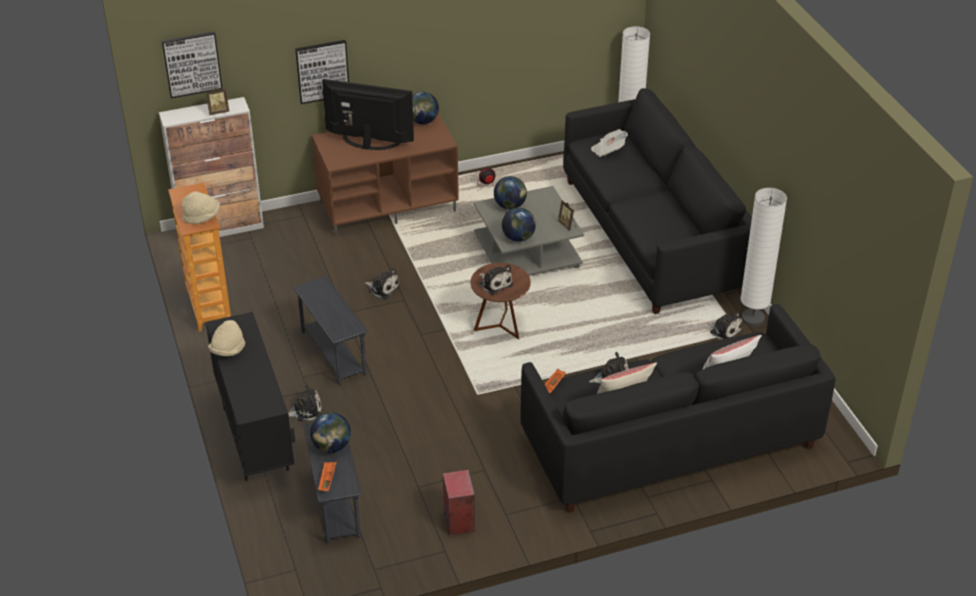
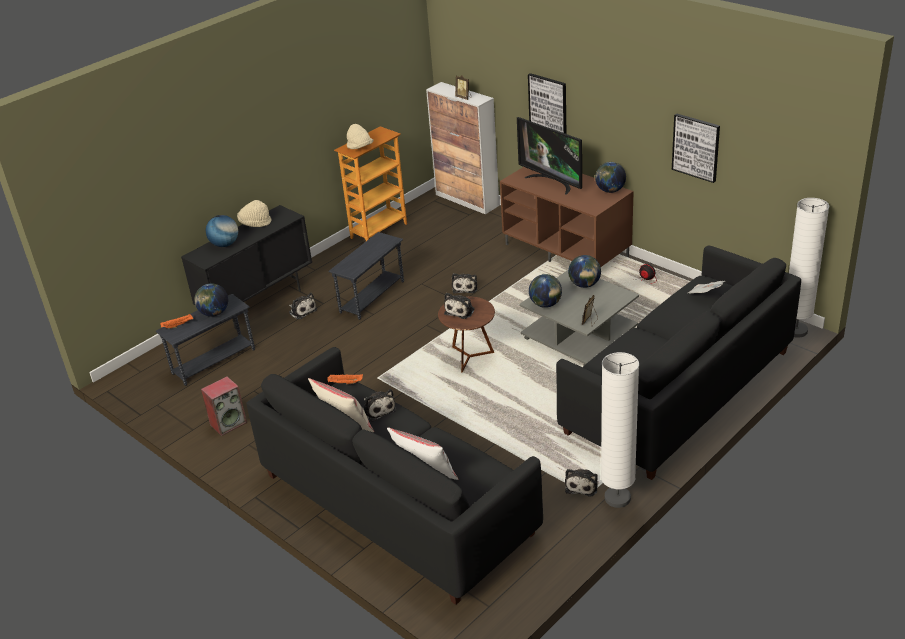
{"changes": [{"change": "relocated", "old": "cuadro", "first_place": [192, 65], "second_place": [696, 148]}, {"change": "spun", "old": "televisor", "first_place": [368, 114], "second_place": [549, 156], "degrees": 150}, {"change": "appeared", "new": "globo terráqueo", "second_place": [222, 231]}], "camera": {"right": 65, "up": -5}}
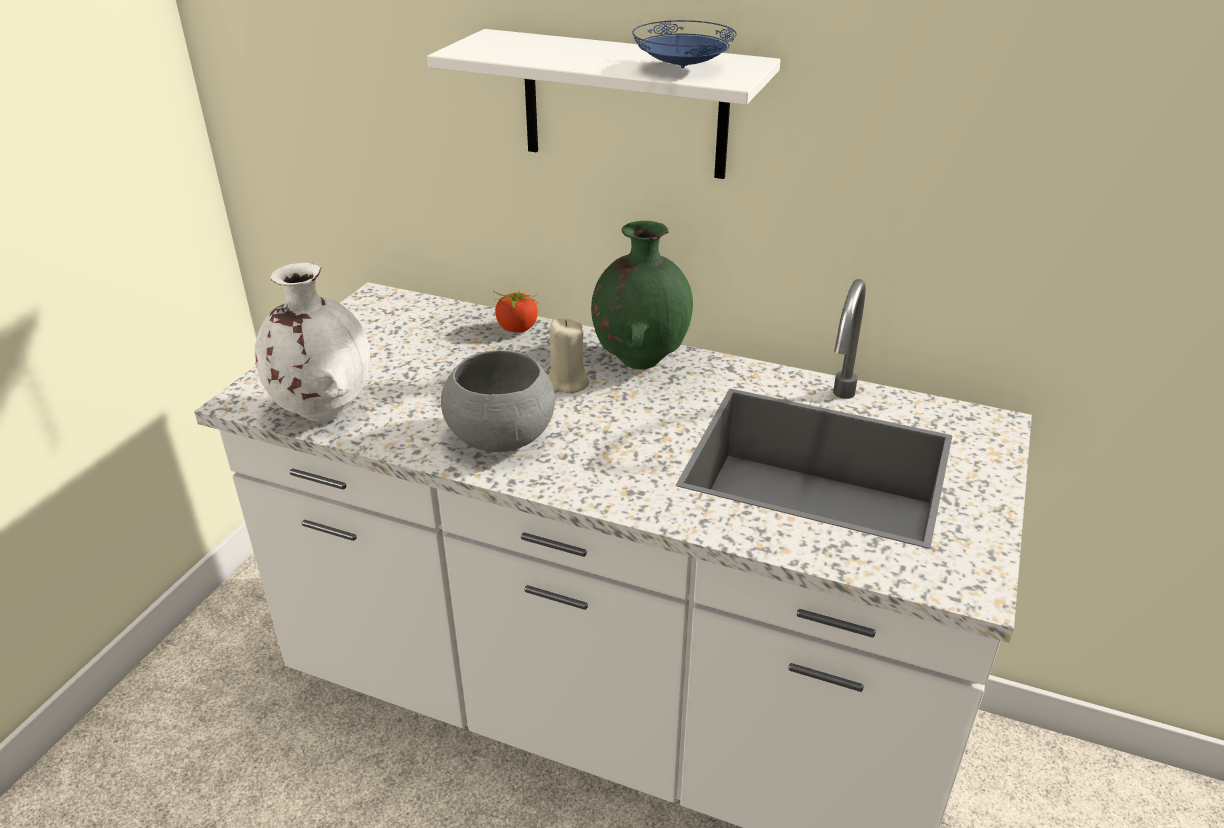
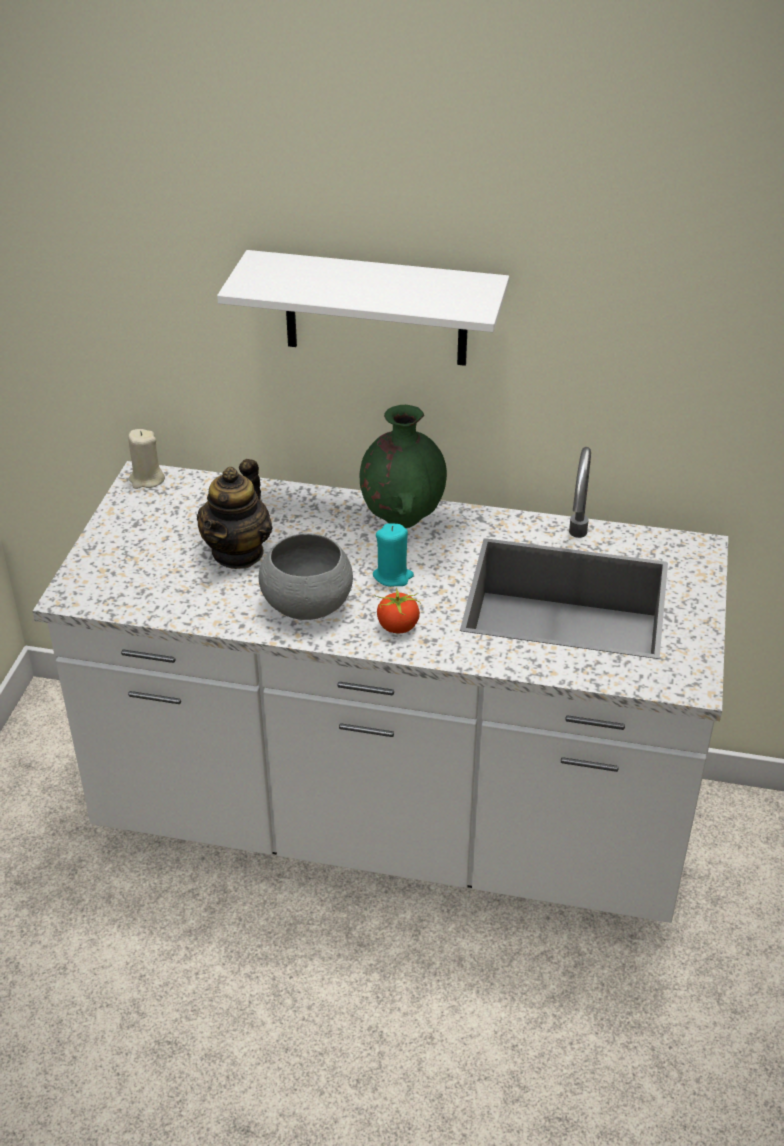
{"changes": [{"change": "missing", "old": "florero (blanco)", "first_place": [312, 342]}, {"change": "relocated", "old": "tomate", "first_place": [516, 311], "second_place": [397, 610]}, {"change": "relocated", "old": "vela (beis)", "first_place": [568, 355], "second_place": [146, 459]}, {"change": "missing", "old": "plato (azul)", "first_place": [684, 44]}, {"change": "appeared", "new": "tetera", "second_place": [235, 514]}, {"change": "appeared", "new": "vela (turquesa)", "second_place": [393, 555]}], "camera": {"right": -10, "up": 5}}
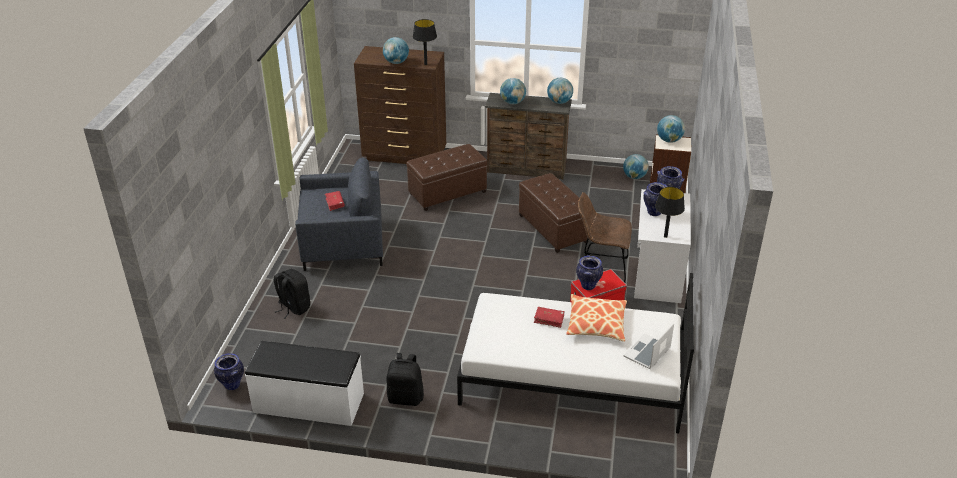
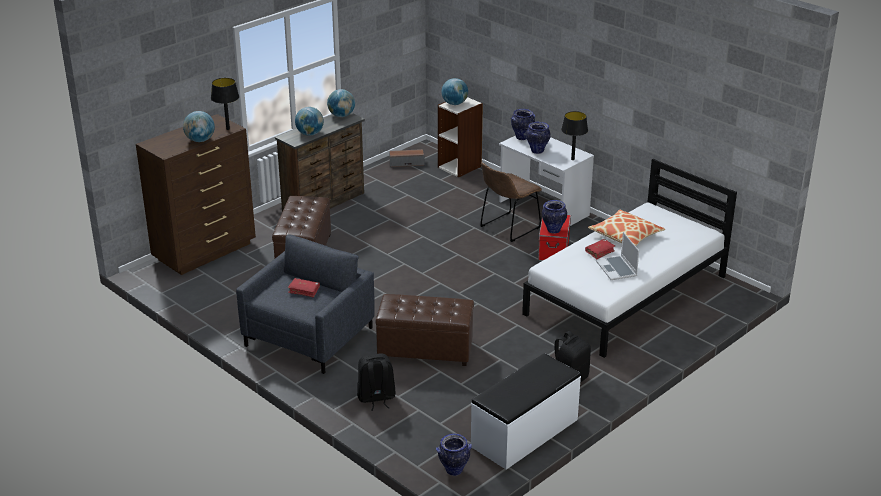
{"changes": [{"change": "relocated", "old": "puf (marrón)", "first_place": [554, 213], "second_place": [425, 330]}, {"change": "exchanged", "old": "globo terráqueo", "new": "altavoz", "first_place": [636, 166], "second_place": [406, 158]}, {"change": "relocated", "old": "portátil", "first_place": [648, 346], "second_place": [617, 256]}], "camera": {"right": -55, "up": -5}}
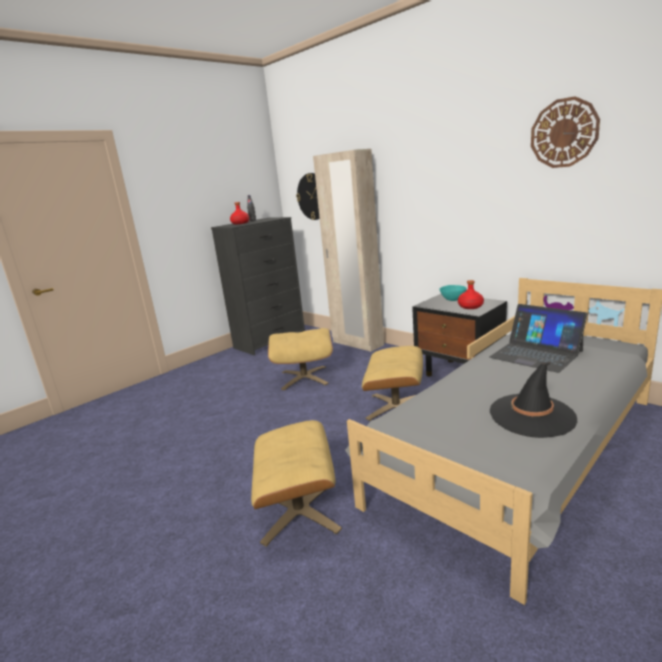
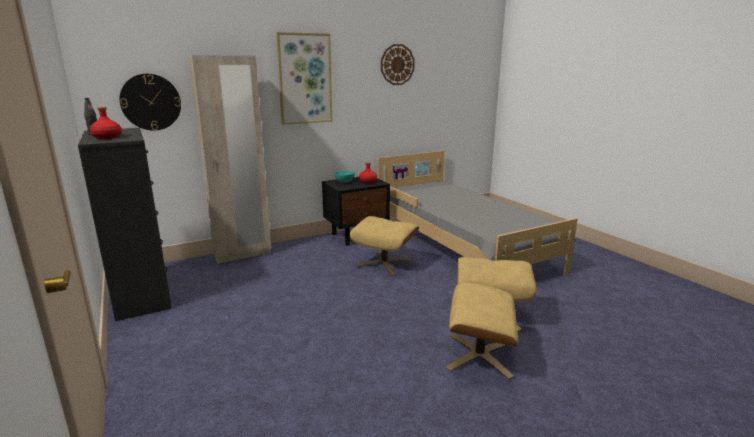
{"changes": [{"change": "relocated", "old": "puf (beis)", "first_place": [300, 359], "second_place": [482, 331]}, {"change": "missing", "old": "portátil", "first_place": [538, 338]}, {"change": "missing", "old": "sombrero (negro)", "first_place": [533, 400]}, {"change": "appeared", "new": "cuadro", "second_place": [304, 78]}], "camera": {"right": -75, "up": 0}}
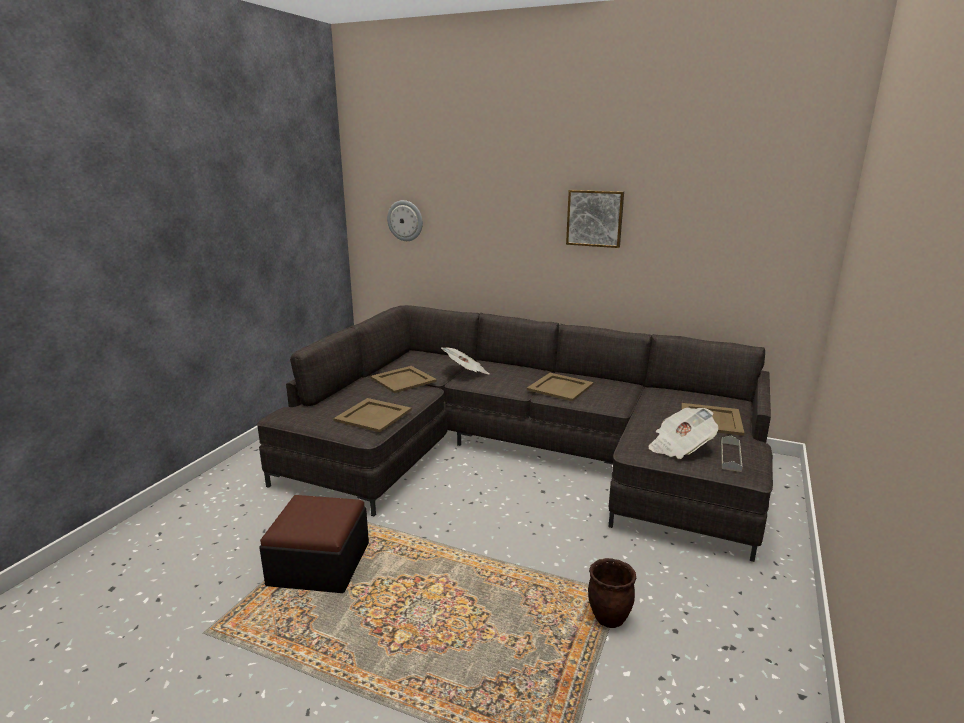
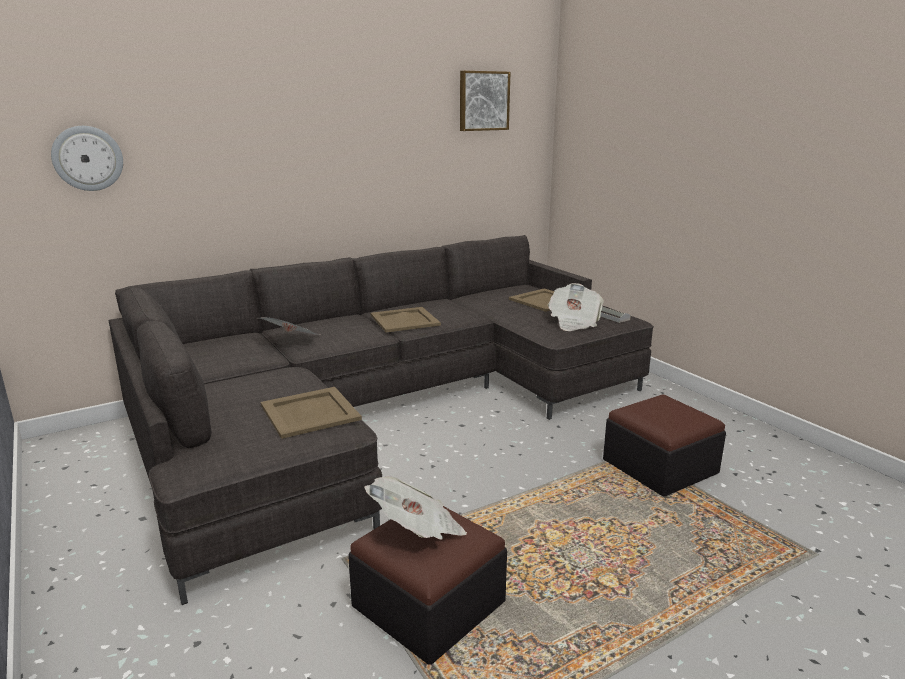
{"changes": [{"change": "missing", "old": "bandeja (beis)", "first_place": [403, 379]}, {"change": "relocated", "old": "cuadro", "first_place": [595, 219], "second_place": [485, 101]}, {"change": "exchanged", "old": "maceta (marrón)", "new": "puf", "first_place": [612, 593], "second_place": [664, 445]}, {"change": "appeared", "new": "periódico", "second_place": [415, 508]}], "camera": {"right": -55, "up": 0}}
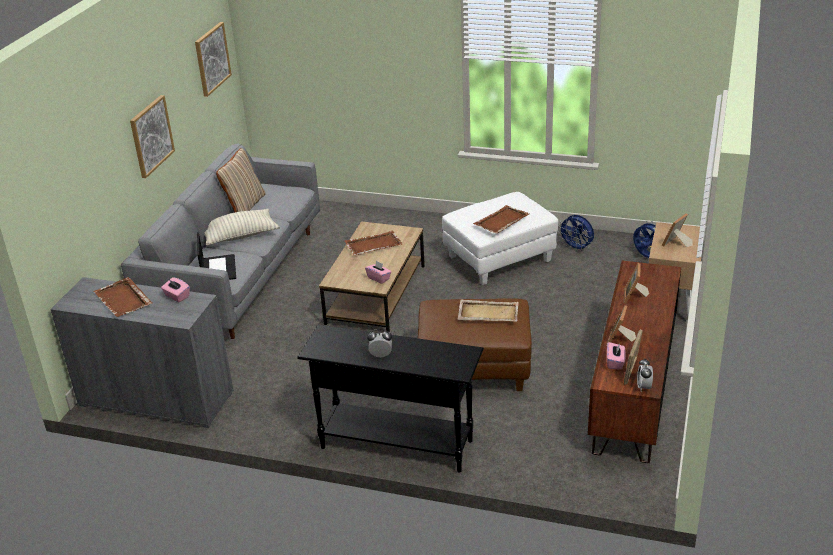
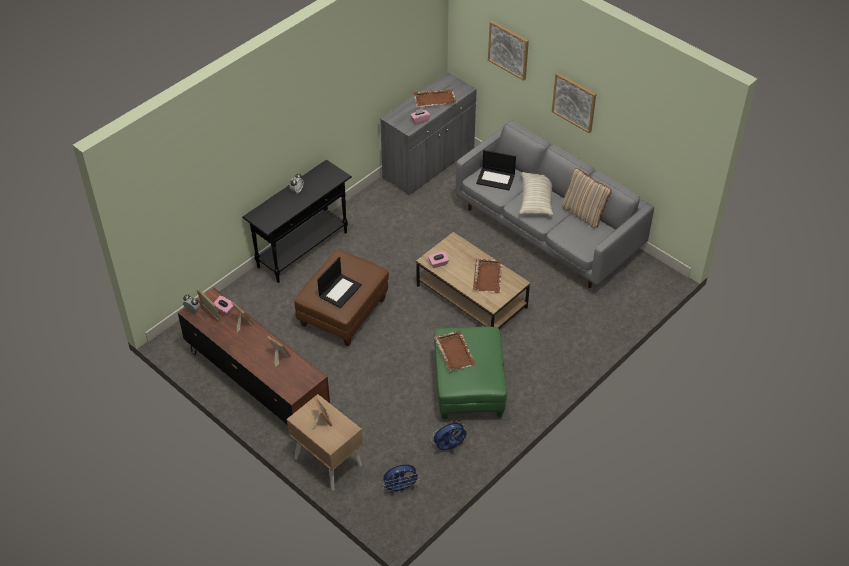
{"changes": [{"change": "relocated", "old": "cuadro", "first_place": [213, 59], "second_place": [508, 51]}, {"change": "colour", "old": "puf (blanco)", "new": "puf (verde)", "first_place": [500, 238], "second_place": [470, 372]}, {"change": "exchanged", "old": "bandeja (beis)", "new": "portátil", "first_place": [488, 311], "second_place": [339, 282]}], "camera": {"right": 115, "up": 15}}
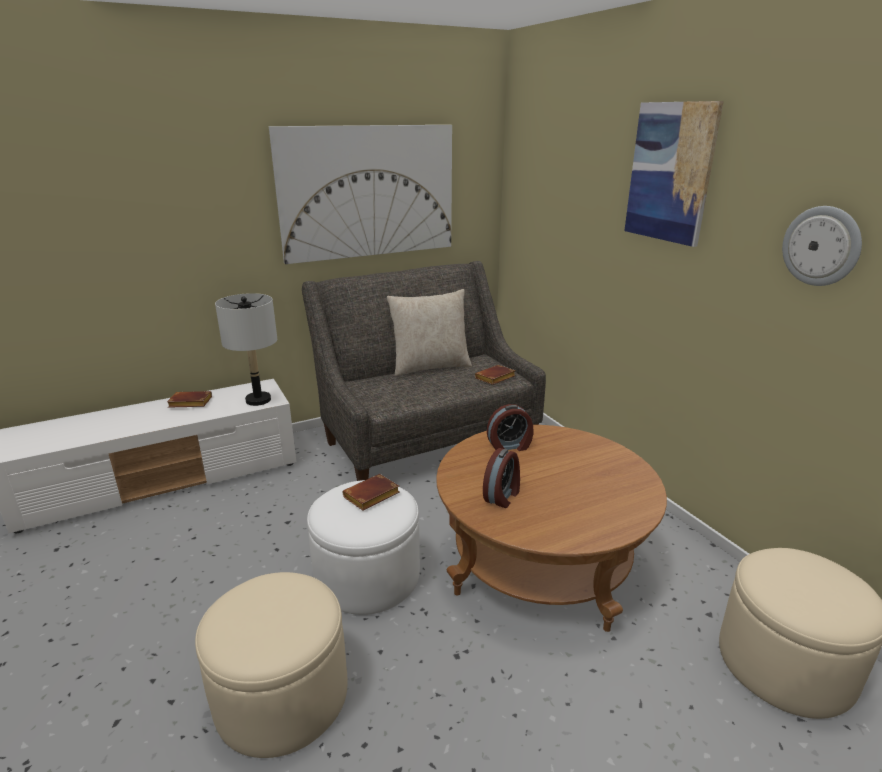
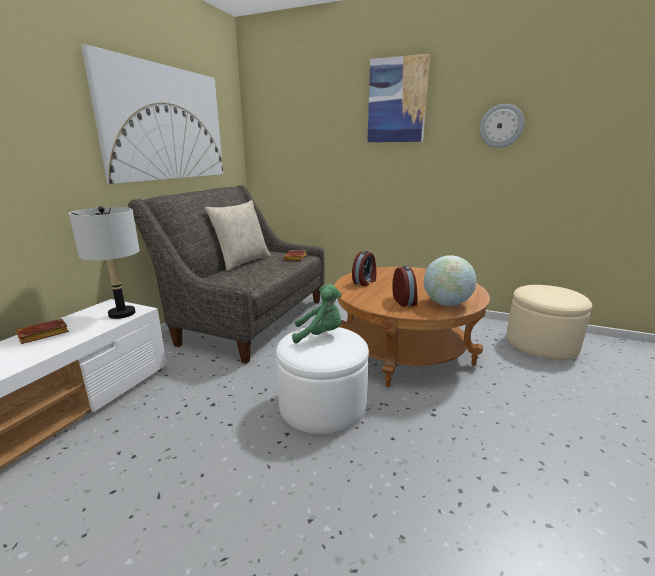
{"changes": [{"change": "missing", "old": "puf (beis)", "first_place": [271, 665]}, {"change": "exchanged", "old": "libro (marrón)", "new": "peluche (verde)", "first_place": [371, 492], "second_place": [317, 313]}, {"change": "appeared", "new": "globo terráqueo", "second_place": [450, 280]}], "camera": {"right": -40, "up": -5}}
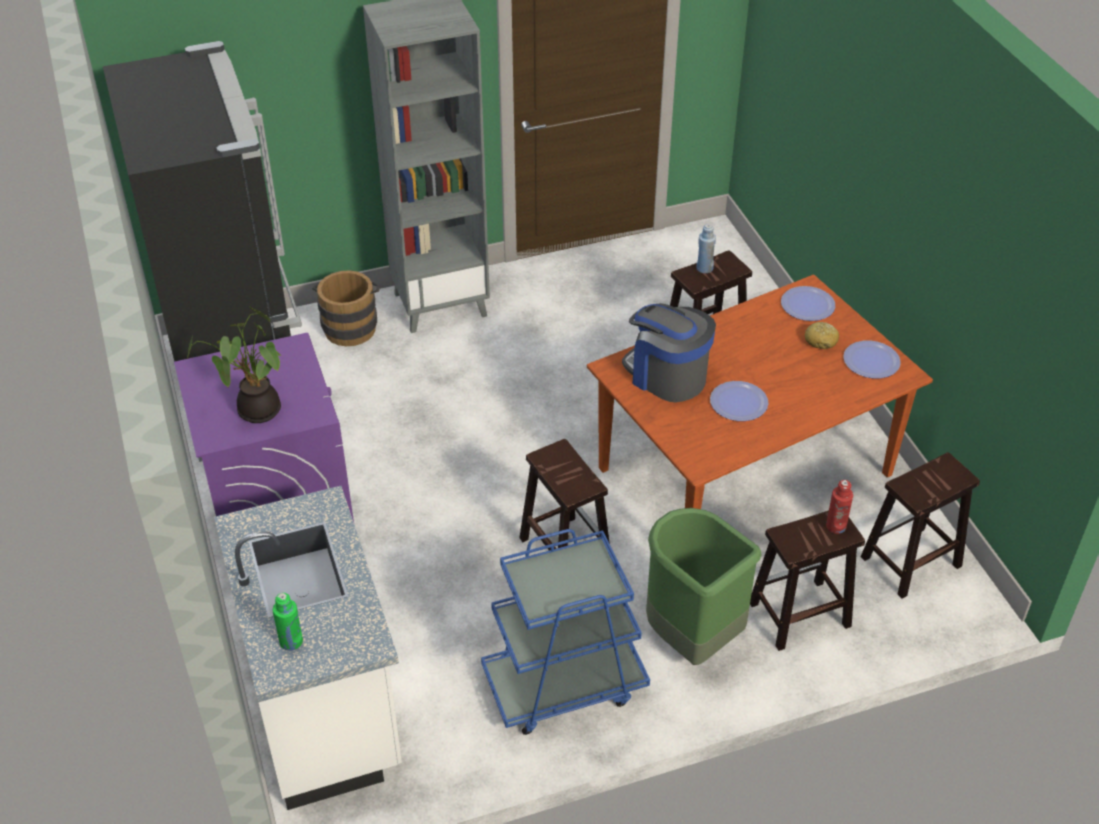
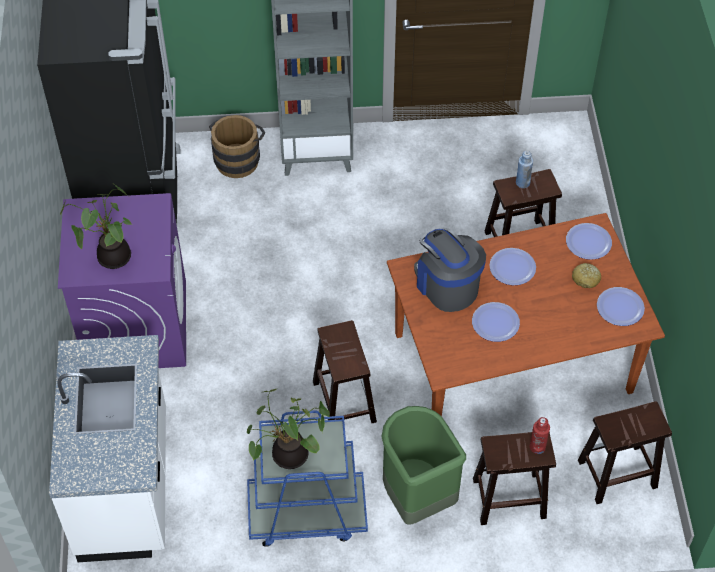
{"changes": [{"change": "missing", "old": "botella (verde)", "first_place": [288, 622]}, {"change": "appeared", "new": "planta en maceta", "second_place": [288, 428]}, {"change": "appeared", "new": "plato", "second_place": [512, 266]}], "camera": {"right": 15, "up": 10}}
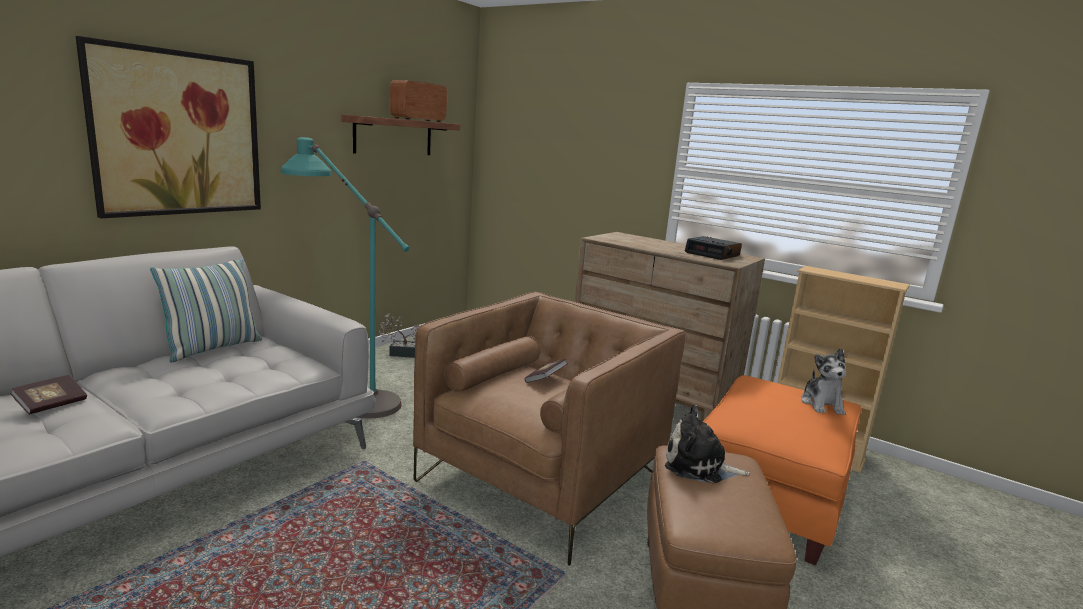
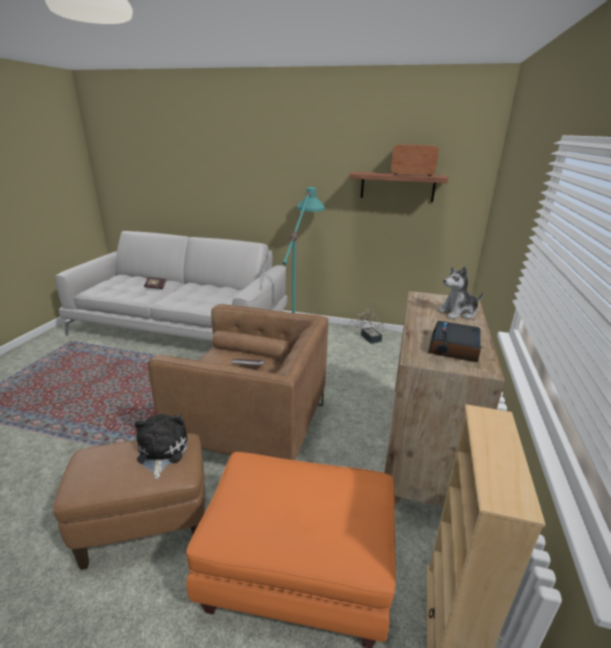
{"changes": [{"change": "missing", "old": "cuadro", "first_place": [168, 127]}, {"change": "missing", "old": "cojín", "first_place": [206, 310]}, {"change": "relocated", "old": "peluche", "first_place": [823, 381], "second_place": [460, 292]}], "camera": {"right": 70, "up": 10}}
